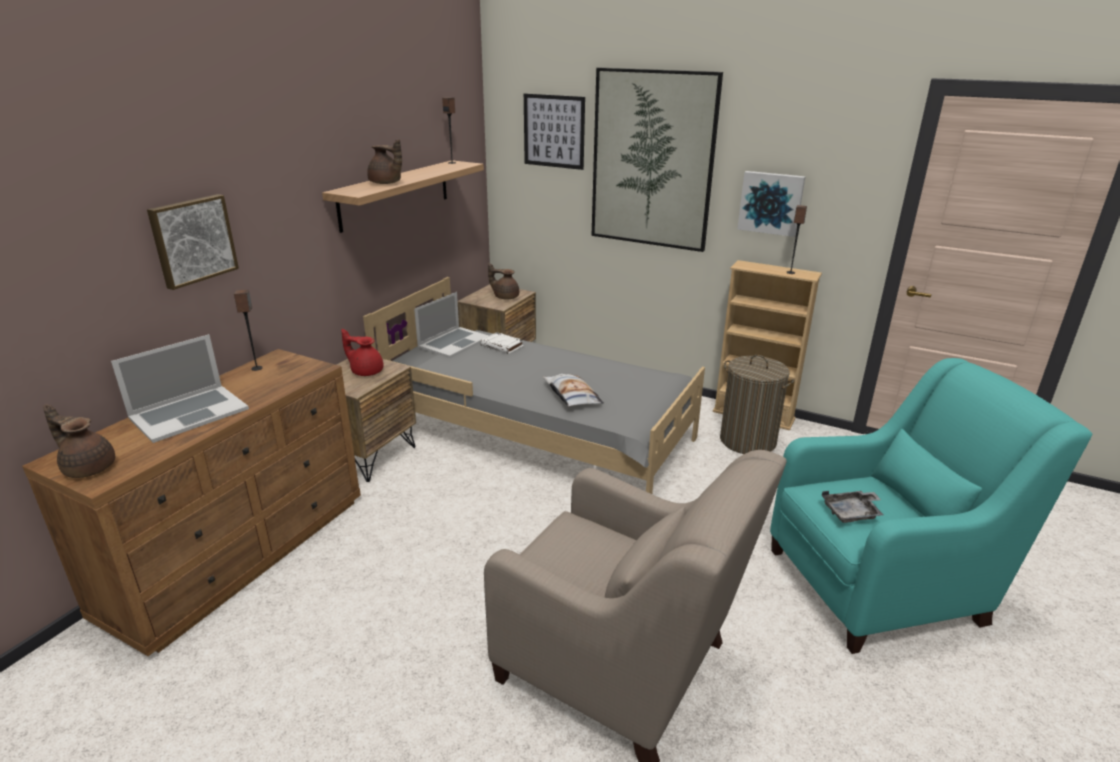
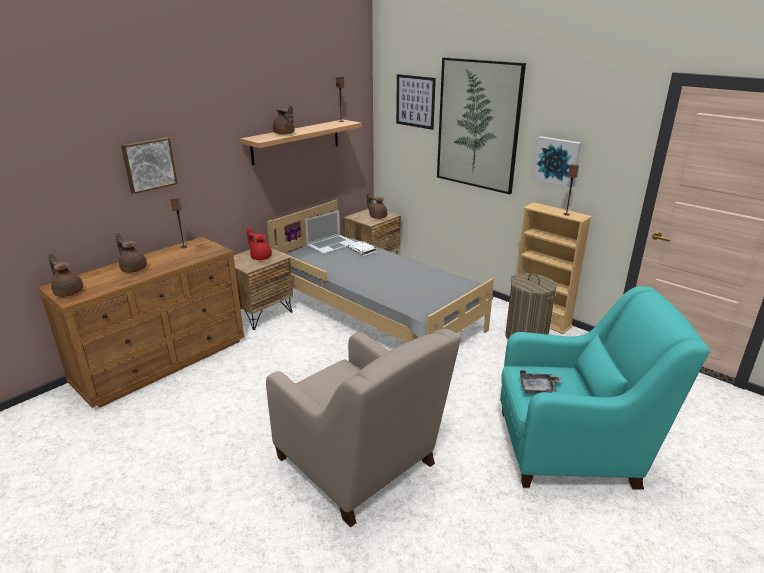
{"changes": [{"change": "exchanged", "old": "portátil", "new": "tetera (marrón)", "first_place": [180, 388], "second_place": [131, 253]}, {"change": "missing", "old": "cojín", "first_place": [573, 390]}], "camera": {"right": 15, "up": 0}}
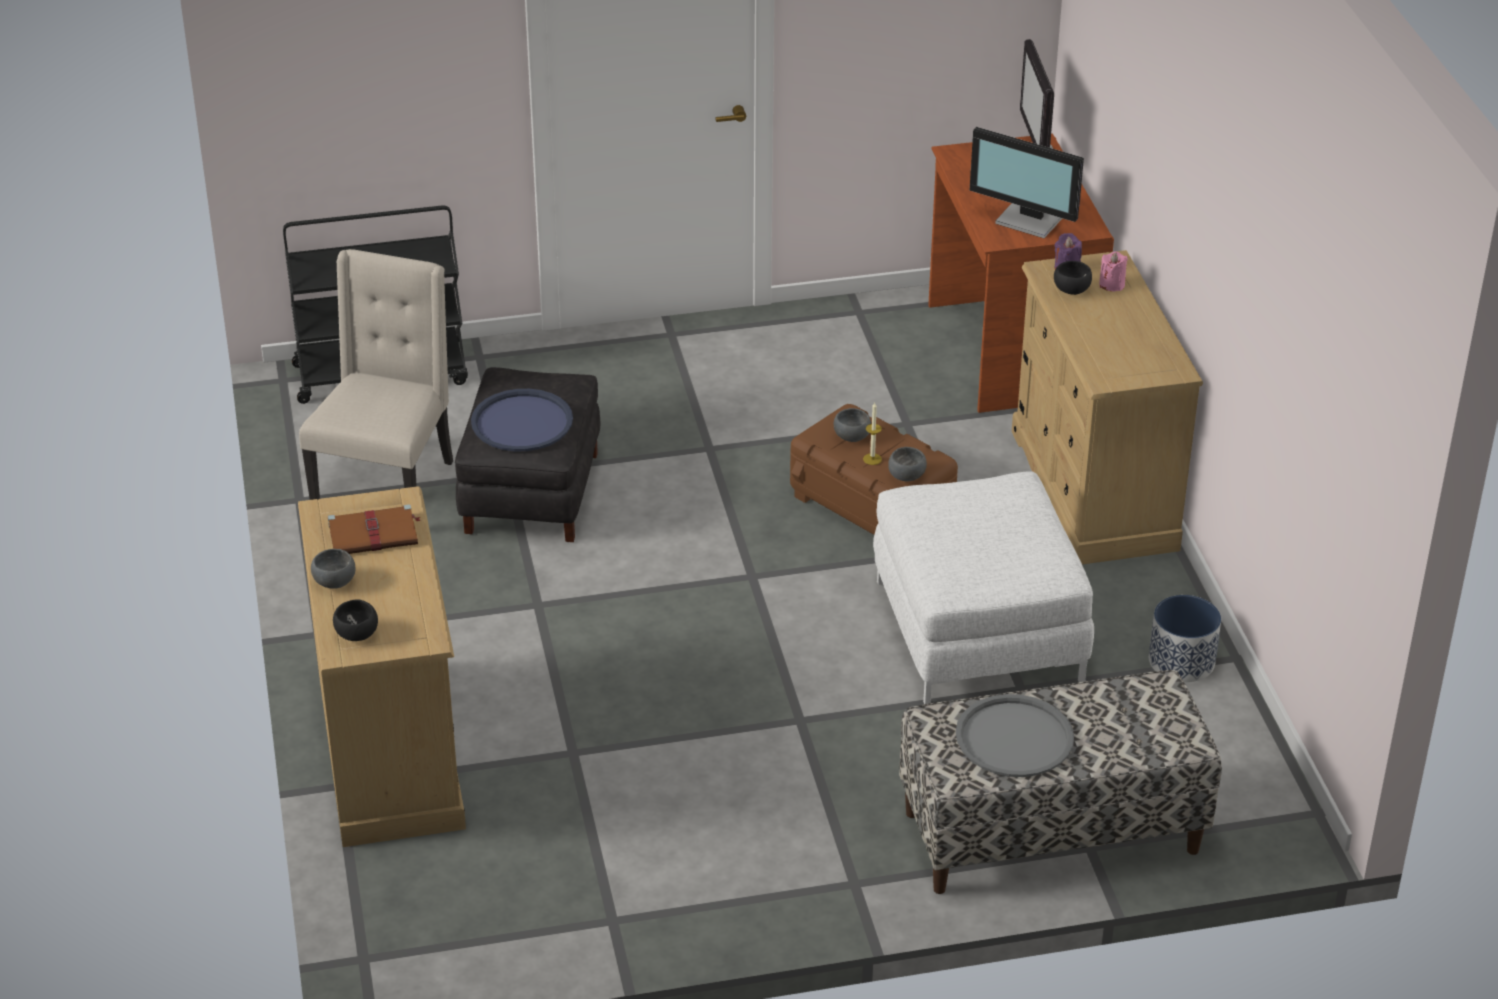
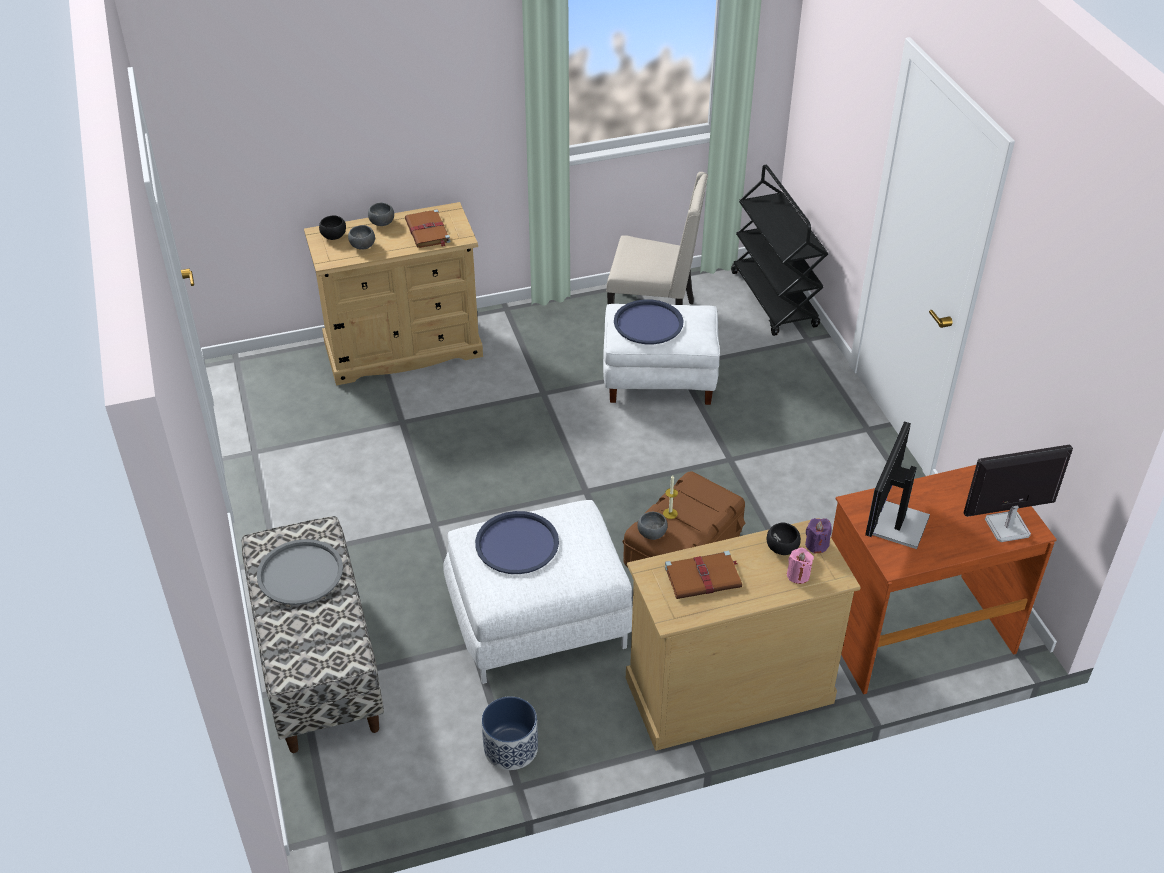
{"changes": [{"change": "colour", "old": "puf (negro)", "new": "puf (blanco)", "first_place": [527, 454], "second_place": [661, 354]}, {"change": "relocated", "old": "cuenco (gris)", "first_place": [852, 425], "second_place": [361, 237]}, {"change": "appeared", "new": "bandeja (azul)", "second_place": [517, 542]}, {"change": "appeared", "new": "libro (marrón)", "second_place": [703, 575]}], "camera": {"right": 85, "up": 5}}
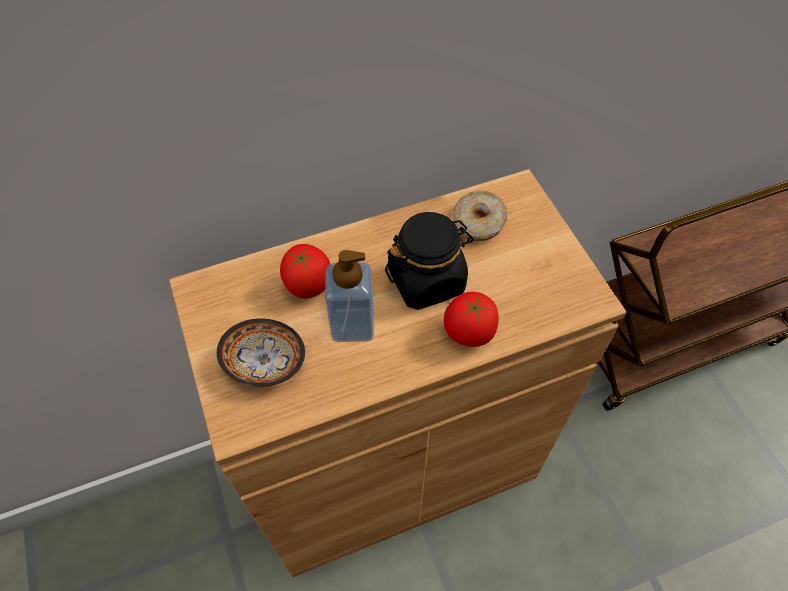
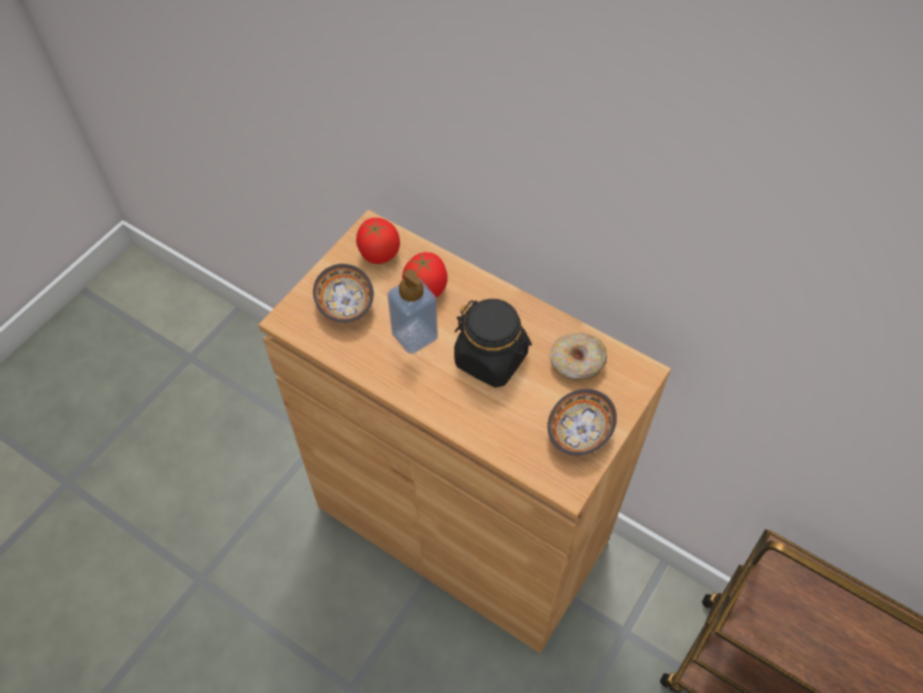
{"changes": [{"change": "relocated", "old": "tomate", "first_place": [471, 319], "second_place": [378, 241]}, {"change": "appeared", "new": "cuenco", "second_place": [582, 422]}], "camera": {"right": 55, "up": 0}}
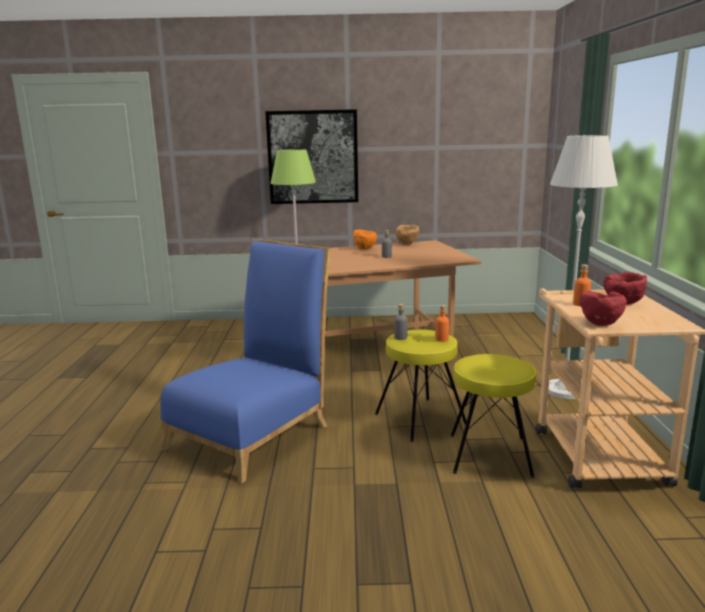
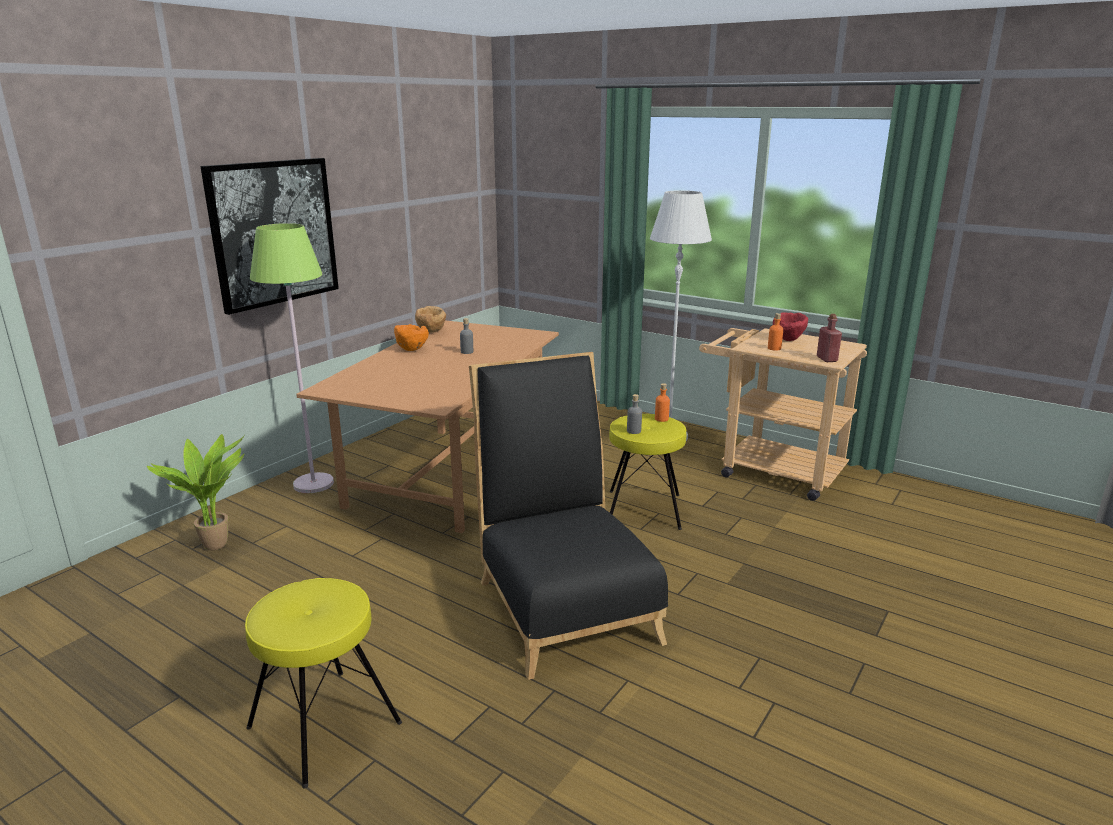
{"changes": [{"change": "colour", "old": "silla (azul)", "new": "silla (negro)", "first_place": [245, 361], "second_place": [568, 516]}, {"change": "relocated", "old": "taburete (amarillo)", "first_place": [493, 416], "second_place": [323, 683]}, {"change": "exchanged", "old": "cuenco (rojo)", "new": "botella (rojo)", "first_place": [603, 308], "second_place": [829, 338]}, {"change": "appeared", "new": "planta en maceta", "second_place": [196, 491]}], "camera": {"right": -55, "up": 5}}
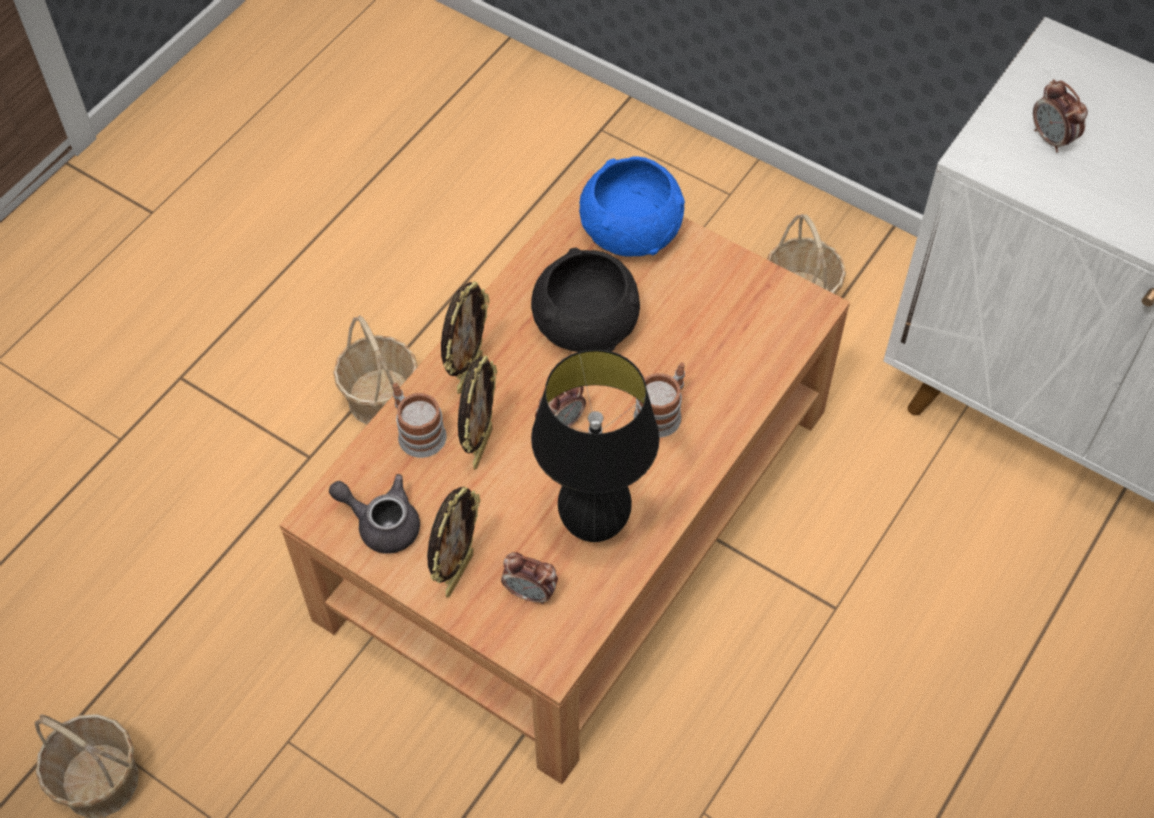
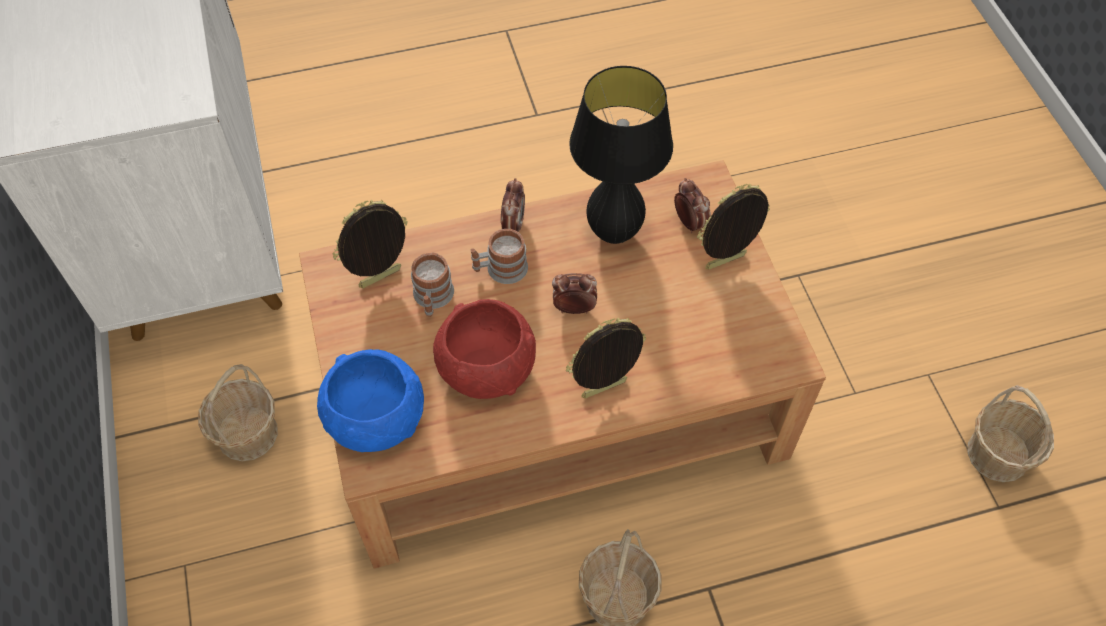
{"changes": [{"change": "missing", "old": "tetera (gris)", "first_place": [374, 514]}, {"change": "relocated", "old": "taza grande", "first_place": [420, 420], "second_place": [432, 284]}, {"change": "relocated", "old": "portarretratos", "first_place": [477, 412], "second_place": [370, 244]}, {"change": "colour", "old": "cuenco (negro)", "new": "cuenco (rojo)", "first_place": [585, 300], "second_place": [484, 349]}, {"change": "relocated", "old": "despertador", "first_place": [1060, 115], "second_place": [513, 205]}], "camera": {"right": -140, "up": 0}}
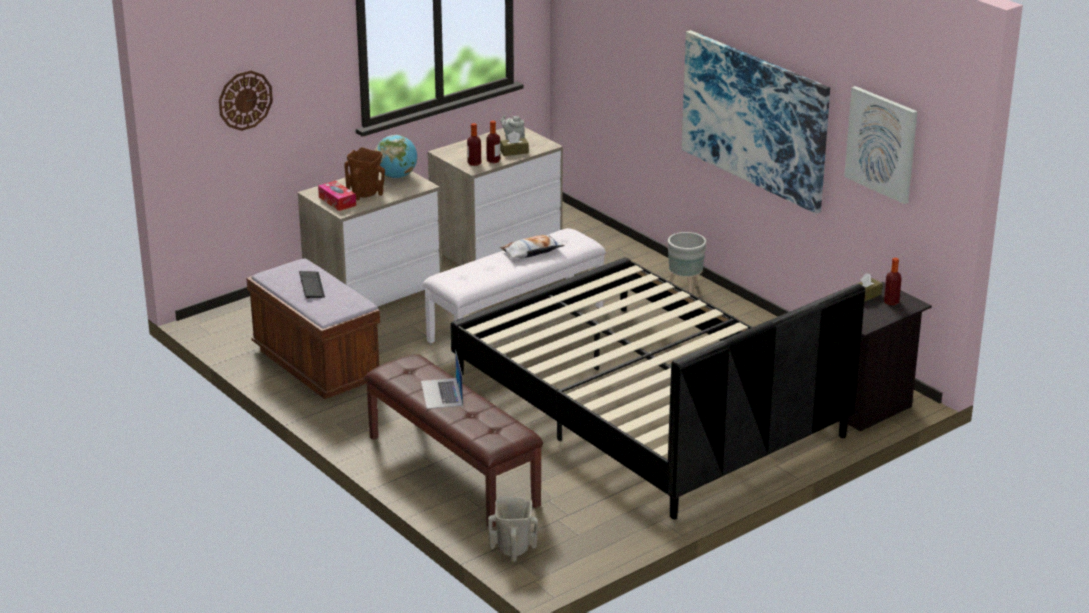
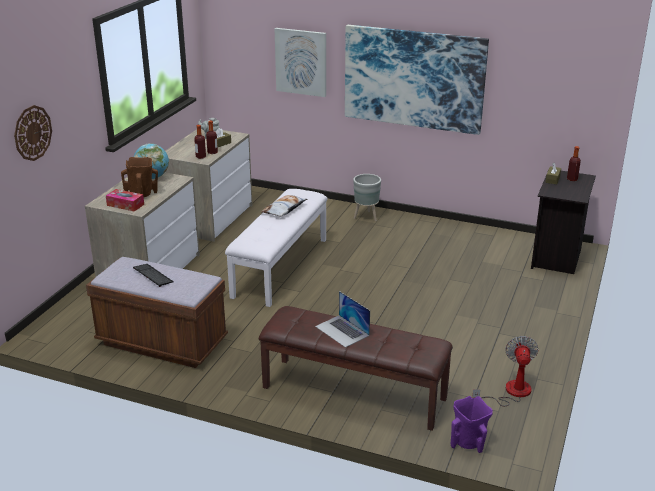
{"changes": [{"change": "missing", "old": "cama (negro)", "first_place": [657, 388]}, {"change": "colour", "old": "florero (beis)", "new": "florero (morado)", "first_place": [513, 529], "second_place": [472, 424]}, {"change": "relocated", "old": "cuadro", "first_place": [880, 145], "second_place": [300, 62]}, {"change": "appeared", "new": "ventilador", "second_place": [505, 371]}], "camera": {"right": -30, "up": 0}}
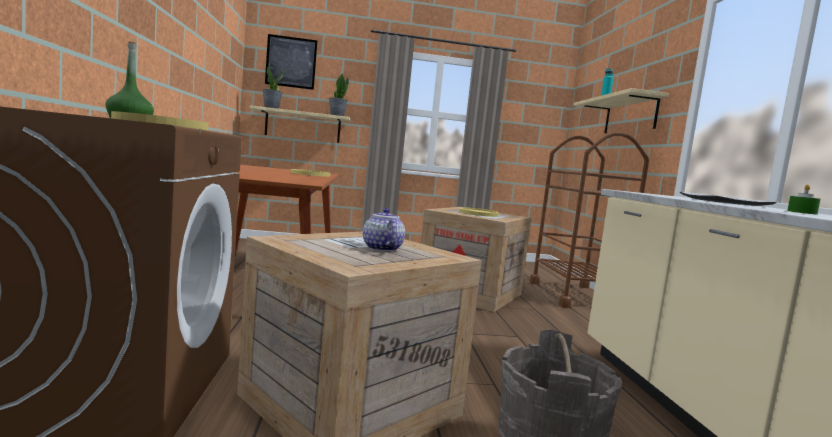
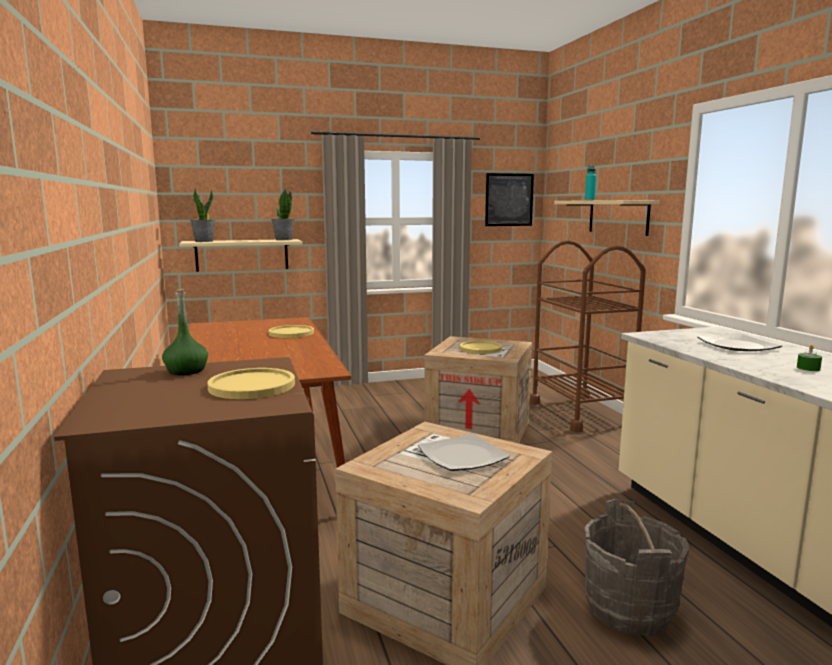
{"changes": [{"change": "relocated", "old": "cuadro", "first_place": [291, 62], "second_place": [509, 199]}, {"change": "exchanged", "old": "tetera", "new": "plato", "first_place": [384, 230], "second_place": [464, 452]}], "camera": {"right": -10, "up": 5}}
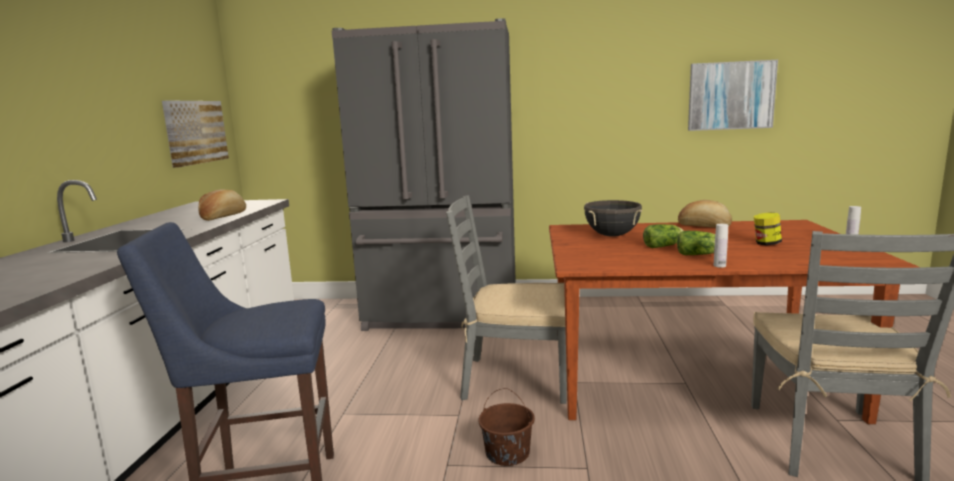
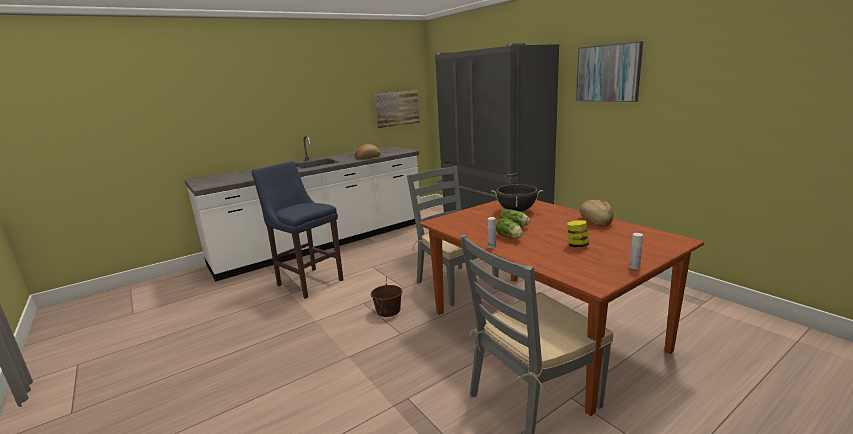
{"changes": [{"change": "relocated", "old": "cuadro", "first_place": [733, 95], "second_place": [609, 71]}], "camera": {"right": 50, "up": 5}}
